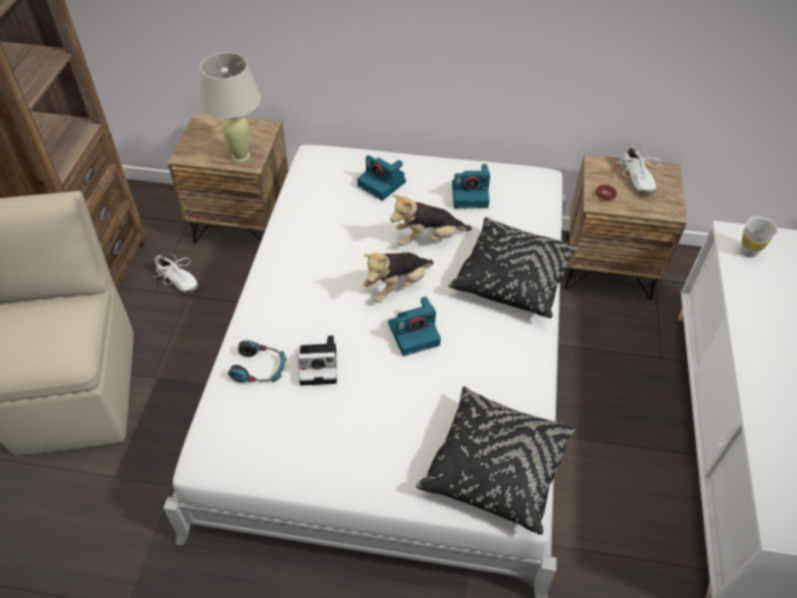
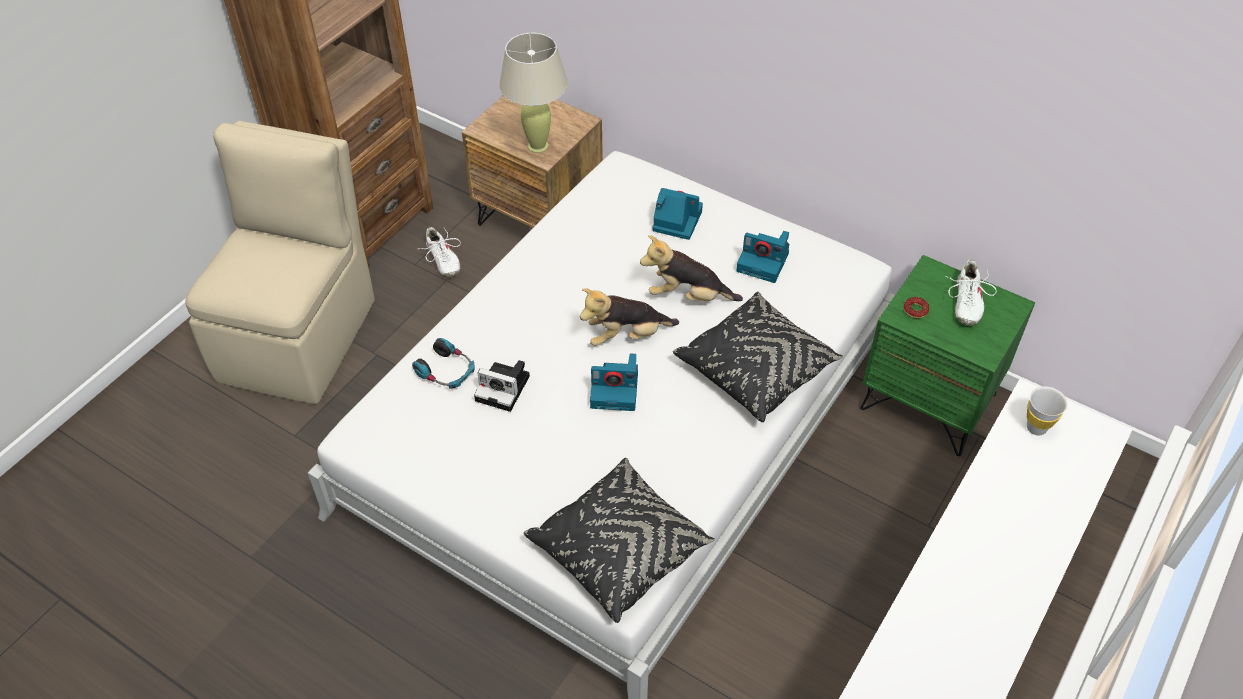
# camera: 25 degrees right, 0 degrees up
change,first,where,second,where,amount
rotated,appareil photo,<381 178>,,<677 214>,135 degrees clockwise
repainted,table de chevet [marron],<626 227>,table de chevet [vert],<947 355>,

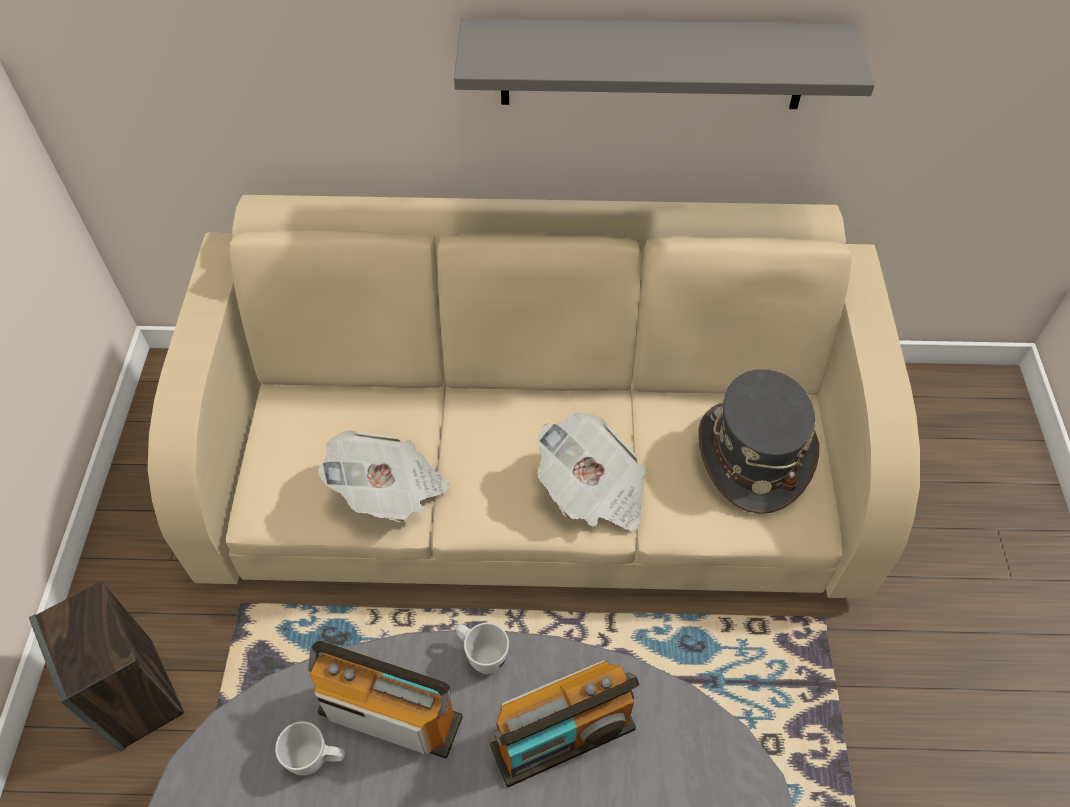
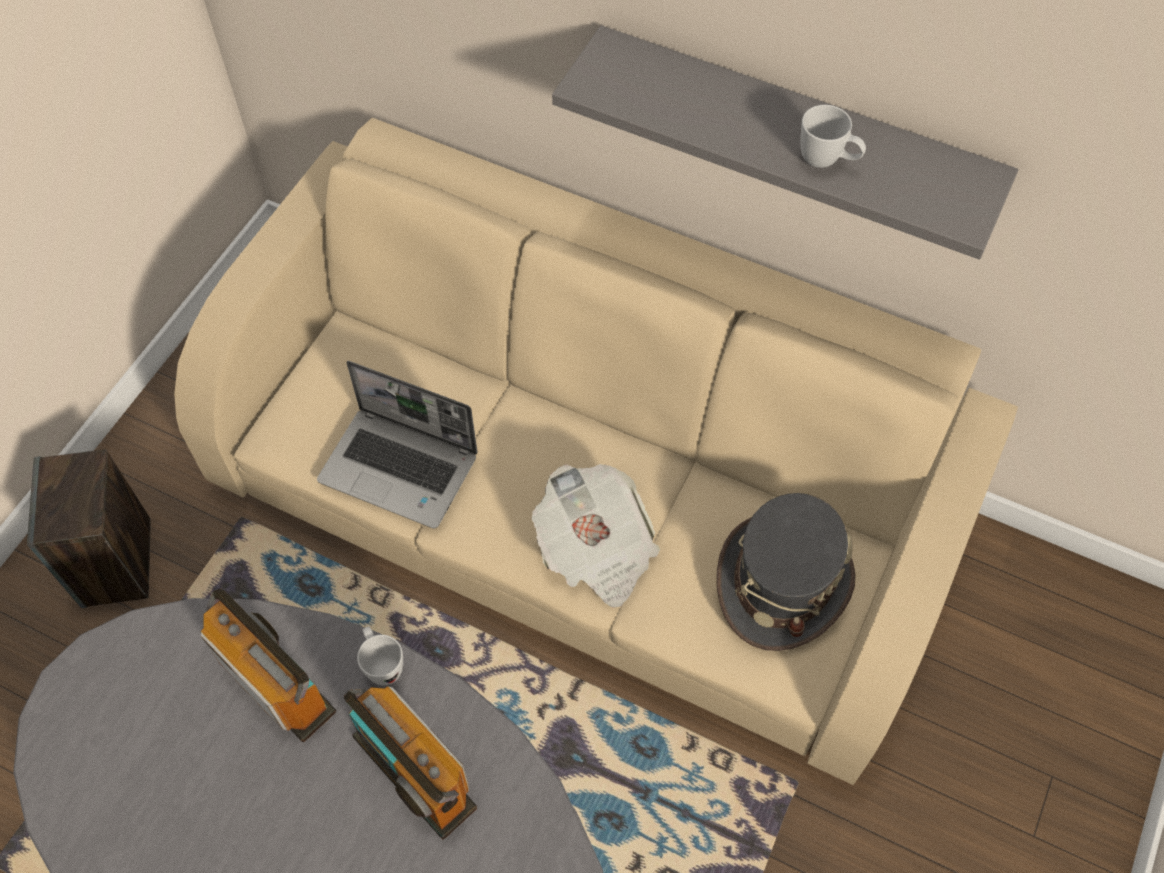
# camera: 25 degrees right, 5 degrees up
change,first,where,second,where,amount
shifted,mug [blanc],<310 748>,,<833 136>,
swapped,journal,<383 476>,ordinateur portable,<397 444>,
rotated,radio,<565 723>,,<410 762>,45 degrees clockwise

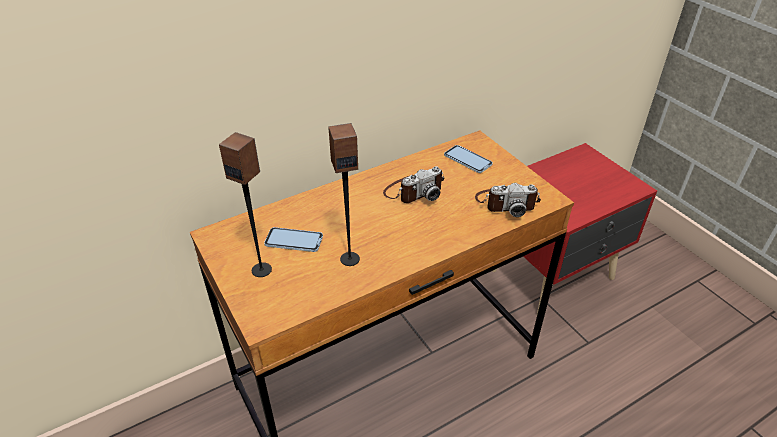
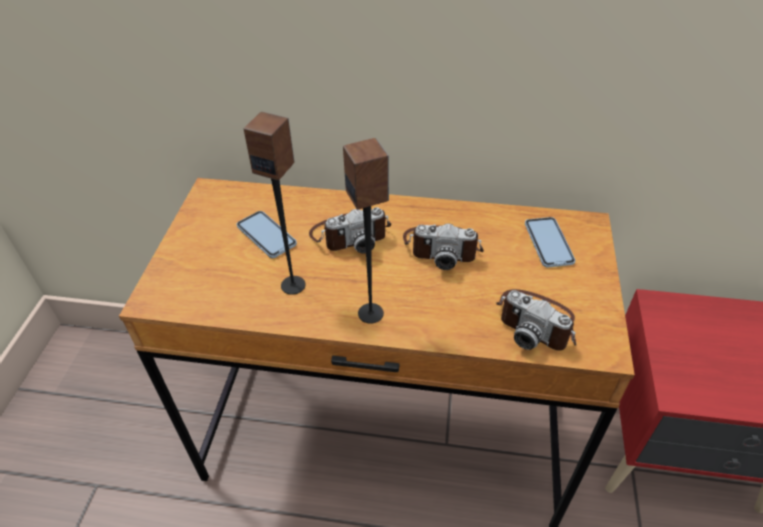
# camera: 40 degrees right, 5 degrees up
change,first,where,second,where,amount
shifted,enceinte,<245 204>,,<366 231>,
new,,,appareil photo,<350 230>,

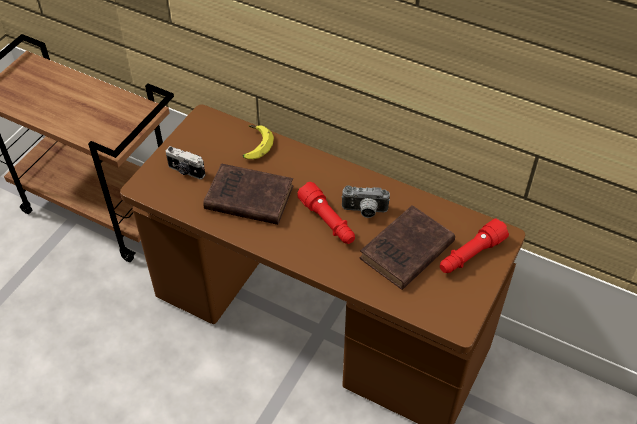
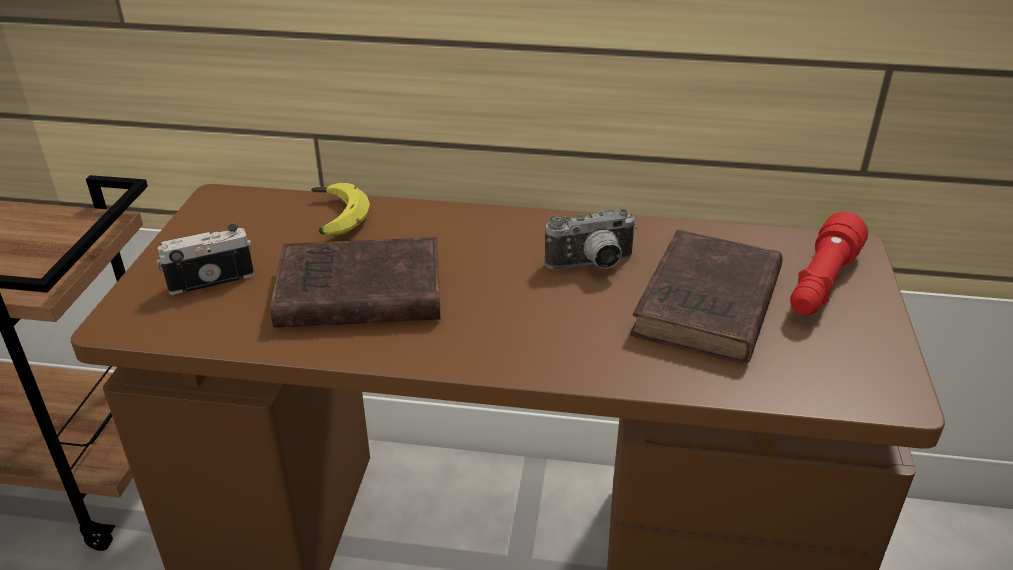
# camera: 20 degrees left, 15 degrees down
change,first,where,second,where,amount
rotated,appareil photo,<185 162>,,<205 259>,150 degrees clockwise
gone,lampe de poche [rouge],<326 213>,,,

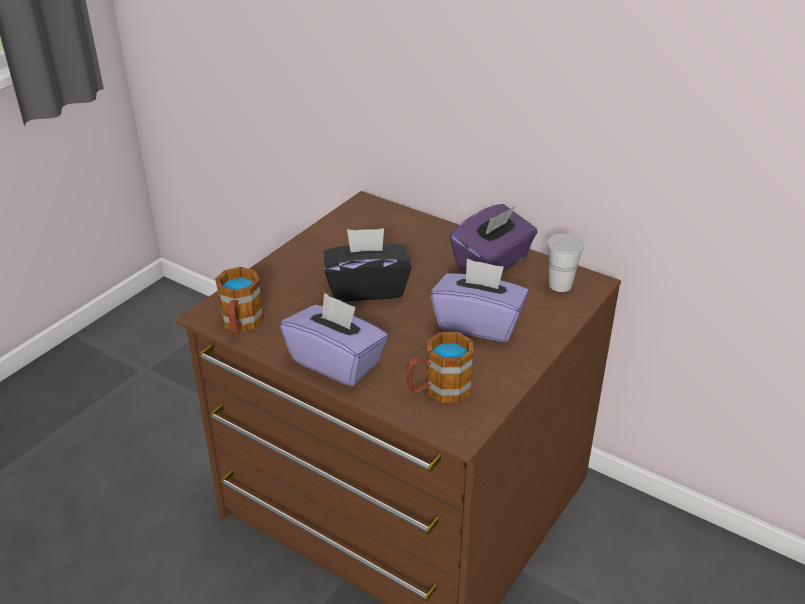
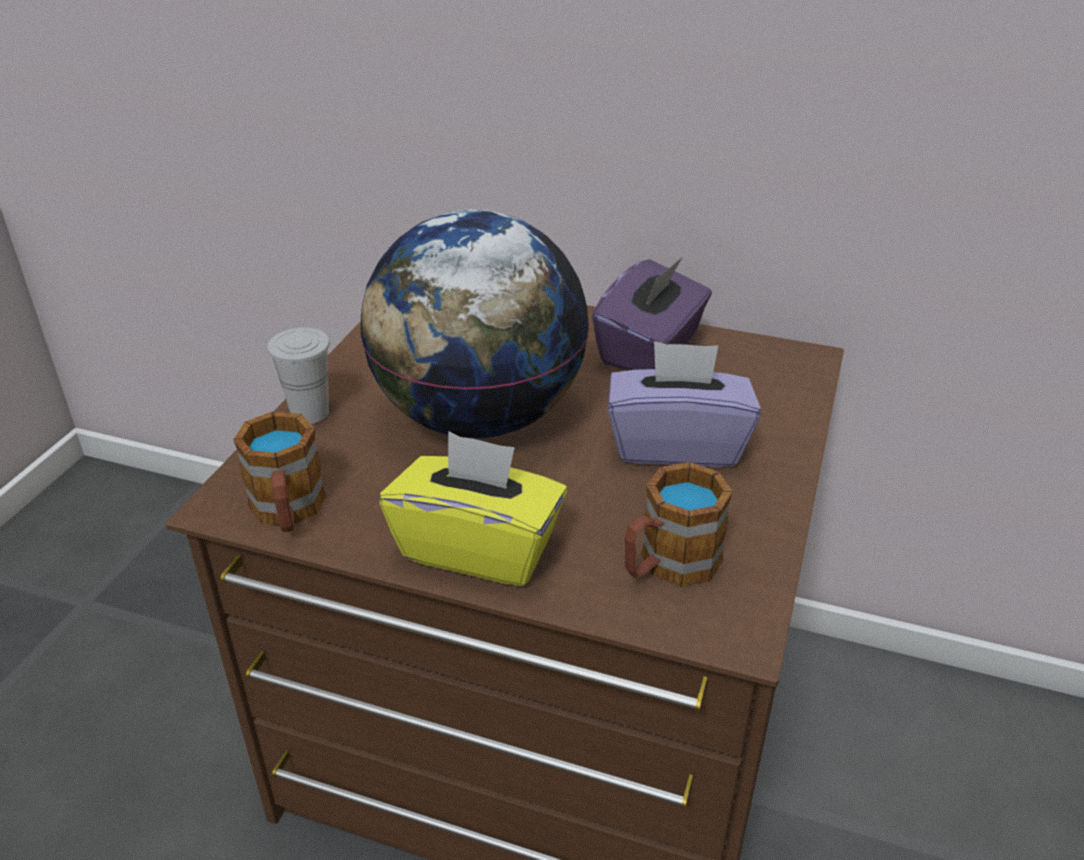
# camera: 15 degrees left, 0 degrees up
change,first,where,second,where,amount
repainted,boîte à mouchoirs [violet],<334 339>,boîte à mouchoirs [jaune],<473 508>,
swapped,boîte à mouchoirs [noir],<368 265>,globe,<475 323>,
shifted,tasse [blanc],<565 262>,,<298 376>,

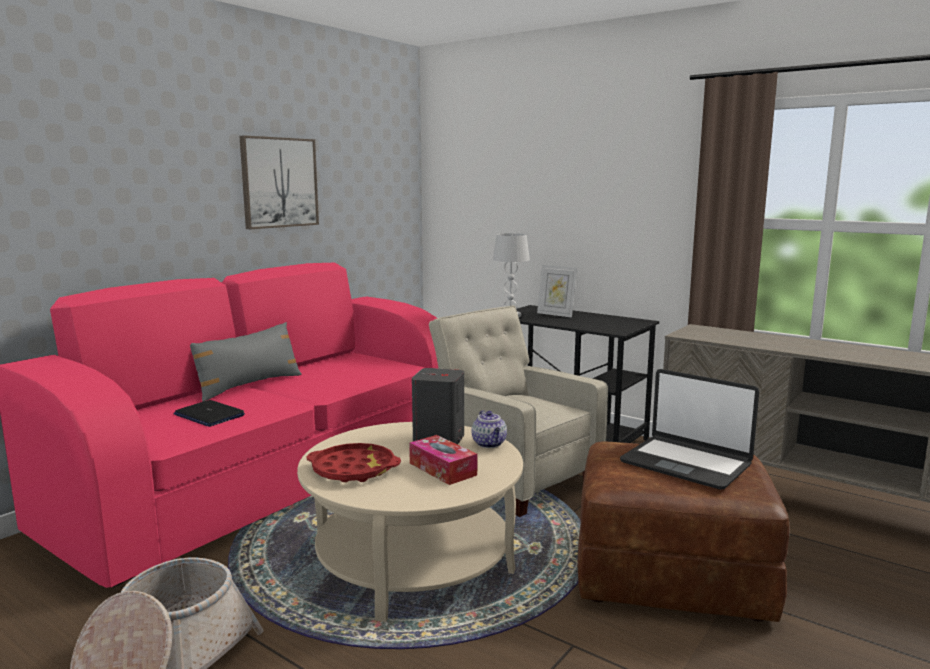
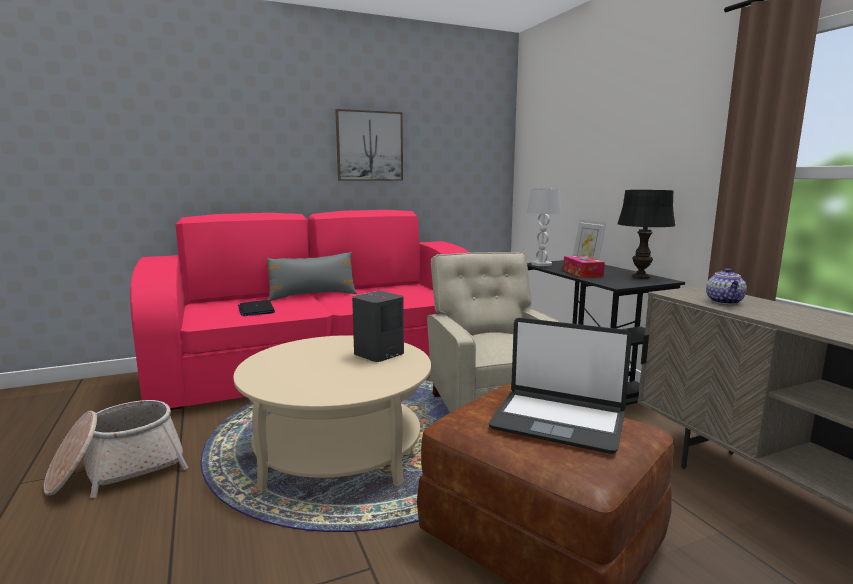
# camera: 30 degrees right, 0 degrees up
change,first,where,second,where,amount
gone,plateau [rouge],<353 462>,,,
shifted,boîte à mouchoirs,<443 460>,,<584 267>,
shifted,théière,<489 429>,,<726 286>,
rotated,ordinateur portable,<689 429>,,<560 386>,45 degrees counterclockwise
new,,,lampe de table [noir],<646 234>,

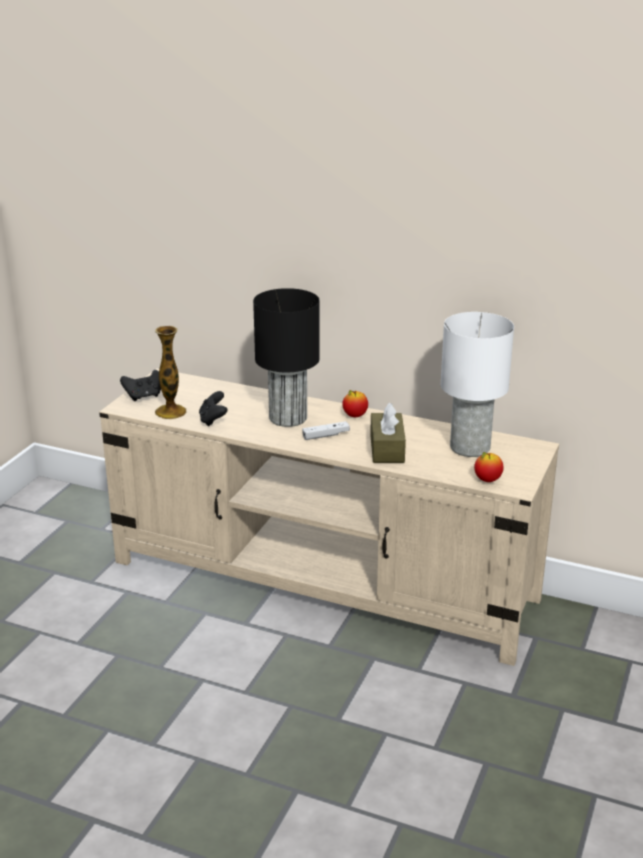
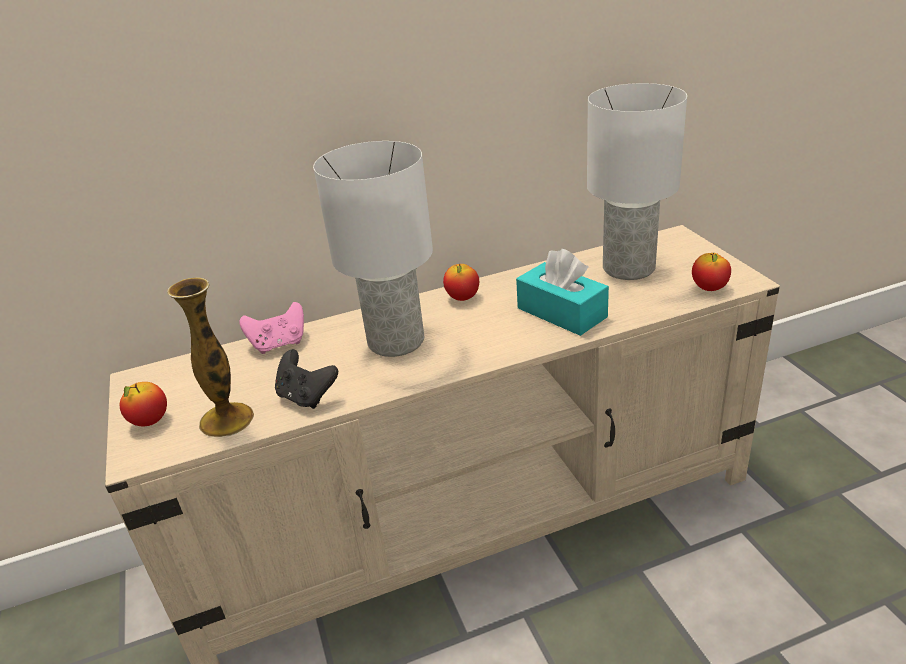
# camera: 40 degrees left, 5 degrees up
change,first,where,second,where,amount
swapped,manette [noir],<140 385>,pomme,<143 404>,
repainted,lampe de table [noir],<286 357>,lampe de table [blanc],<373 249>,
gone,manette [blanc],<326 430>,,,
repainted,boîte à mouchoirs [marron],<388 433>,boîte à mouchoirs [turquoise],<562 292>,
new,,,manette [rose],<271 328>,

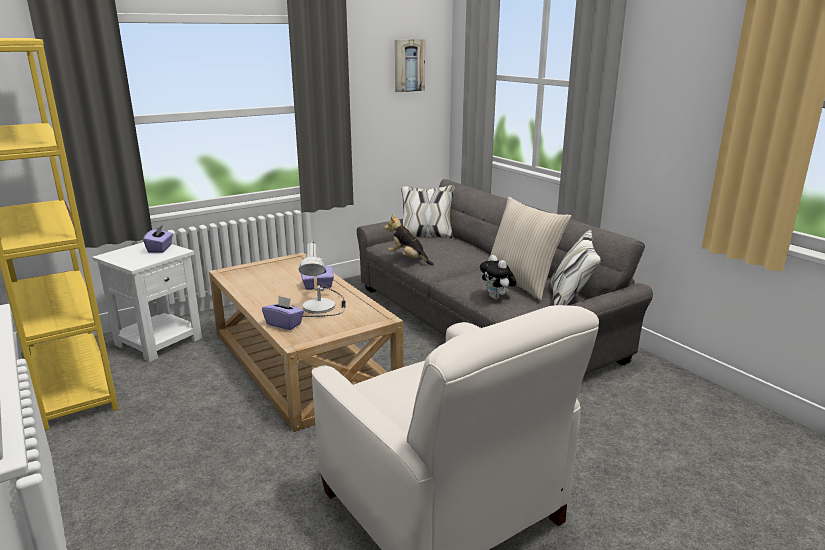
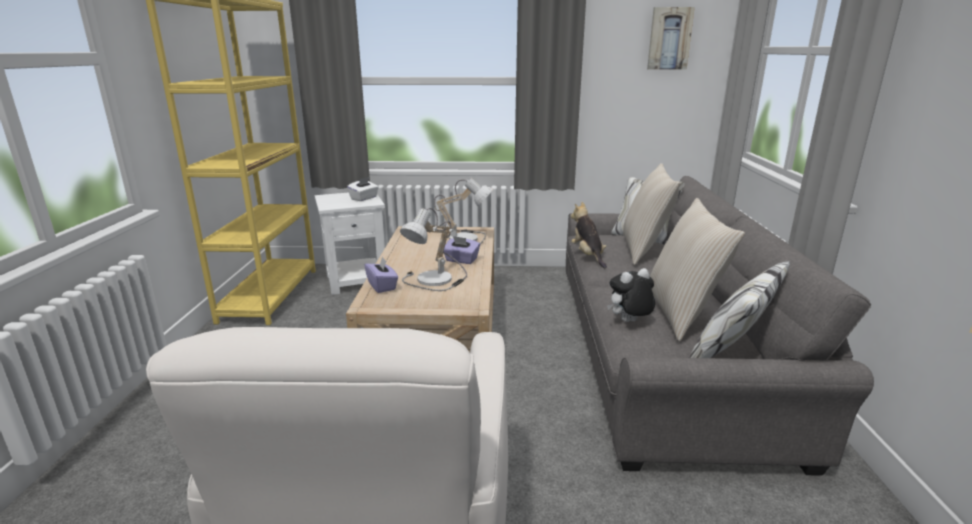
# camera: 35 degrees right, 0 degrees up
change,first,where,second,where,amount
repainted,boîte à mouchoirs [violet],<158 239>,boîte à mouchoirs [blanc],<363 189>,
rotated,peluche,<498 277>,,<631 295>,60 degrees clockwise
new,,,lampe de table,<463 211>,
new,,,coussin [beige],<651 214>,

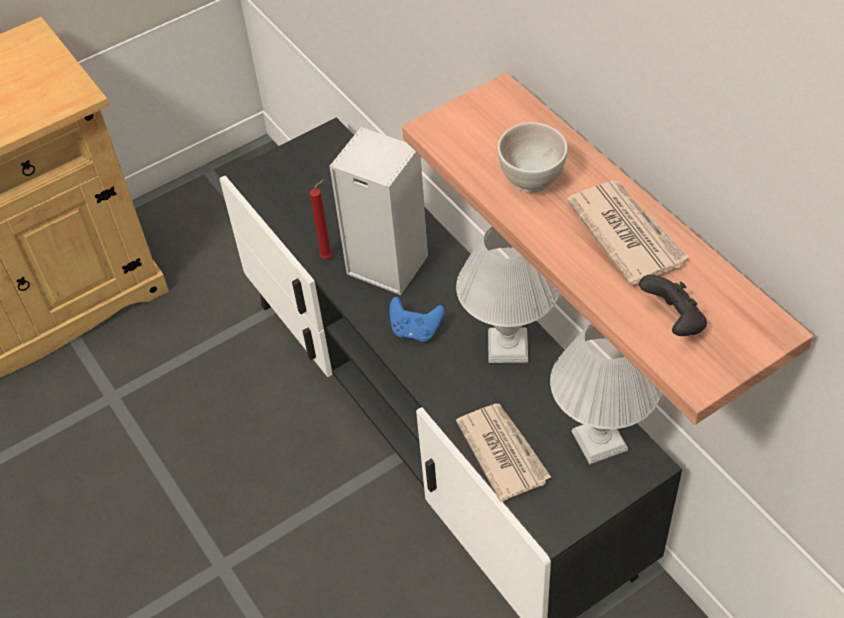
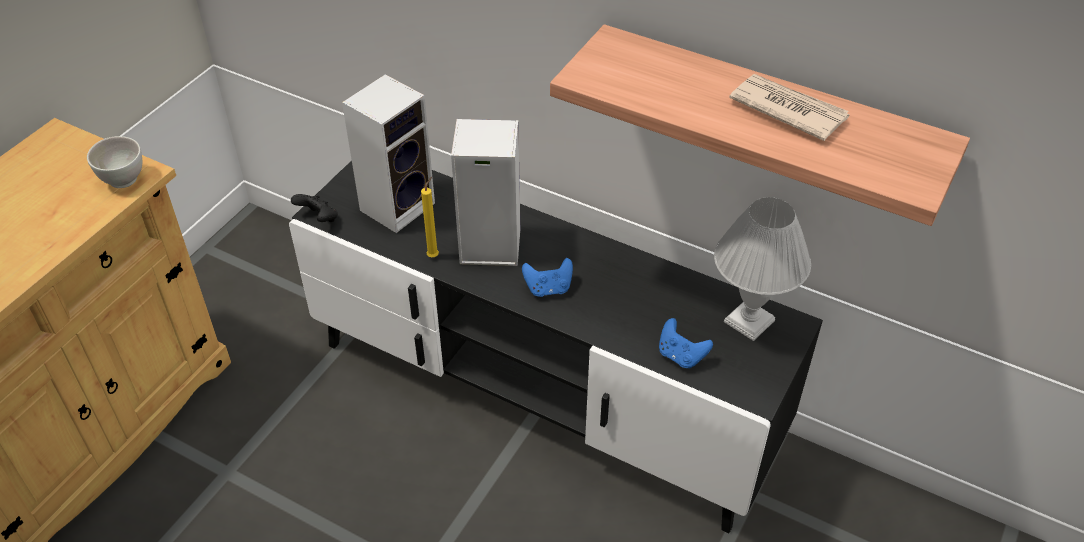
# camera: 30 degrees left, 5 degrees down
change,first,where,second,where,amount
repainted,bougie [rouge],<320 219>,bougie [jaune],<430 217>,
gone,lampe de table [blanc],<508 294>,,,
swapped,journal,<503 453>,manette [bleu],<686 343>,
shifted,bol [blanc],<533 157>,,<115 162>,
shifted,manette [noir],<673 305>,,<314 208>,
new,,,enceinte,<388 153>,

